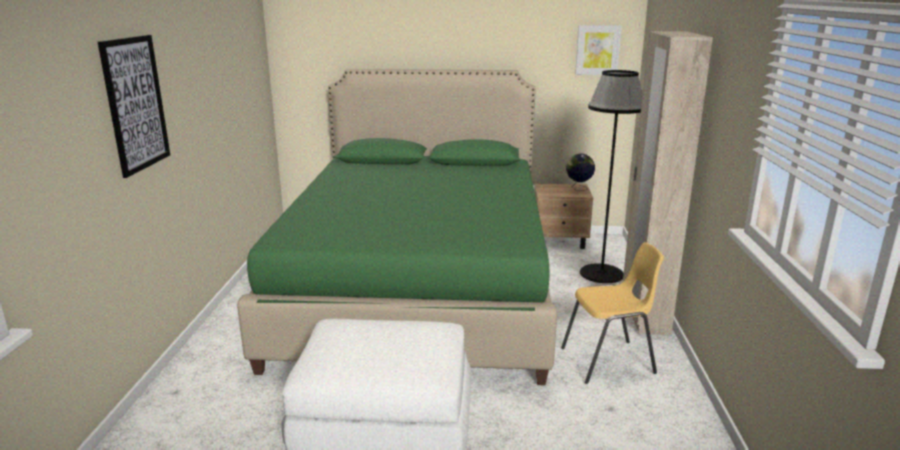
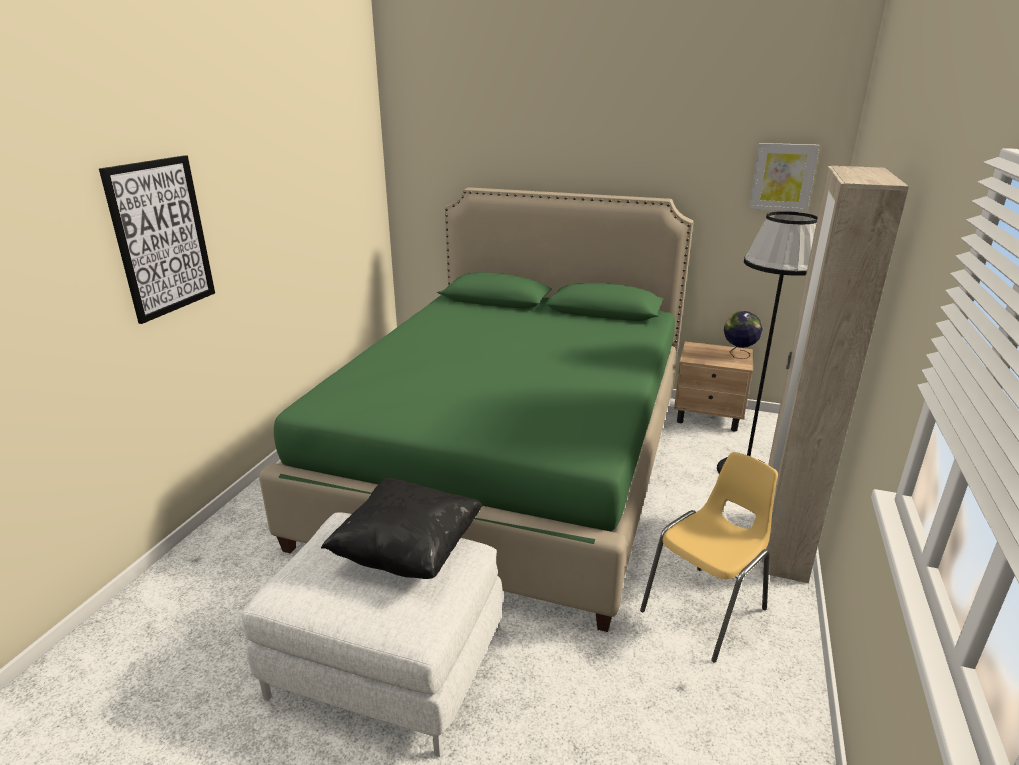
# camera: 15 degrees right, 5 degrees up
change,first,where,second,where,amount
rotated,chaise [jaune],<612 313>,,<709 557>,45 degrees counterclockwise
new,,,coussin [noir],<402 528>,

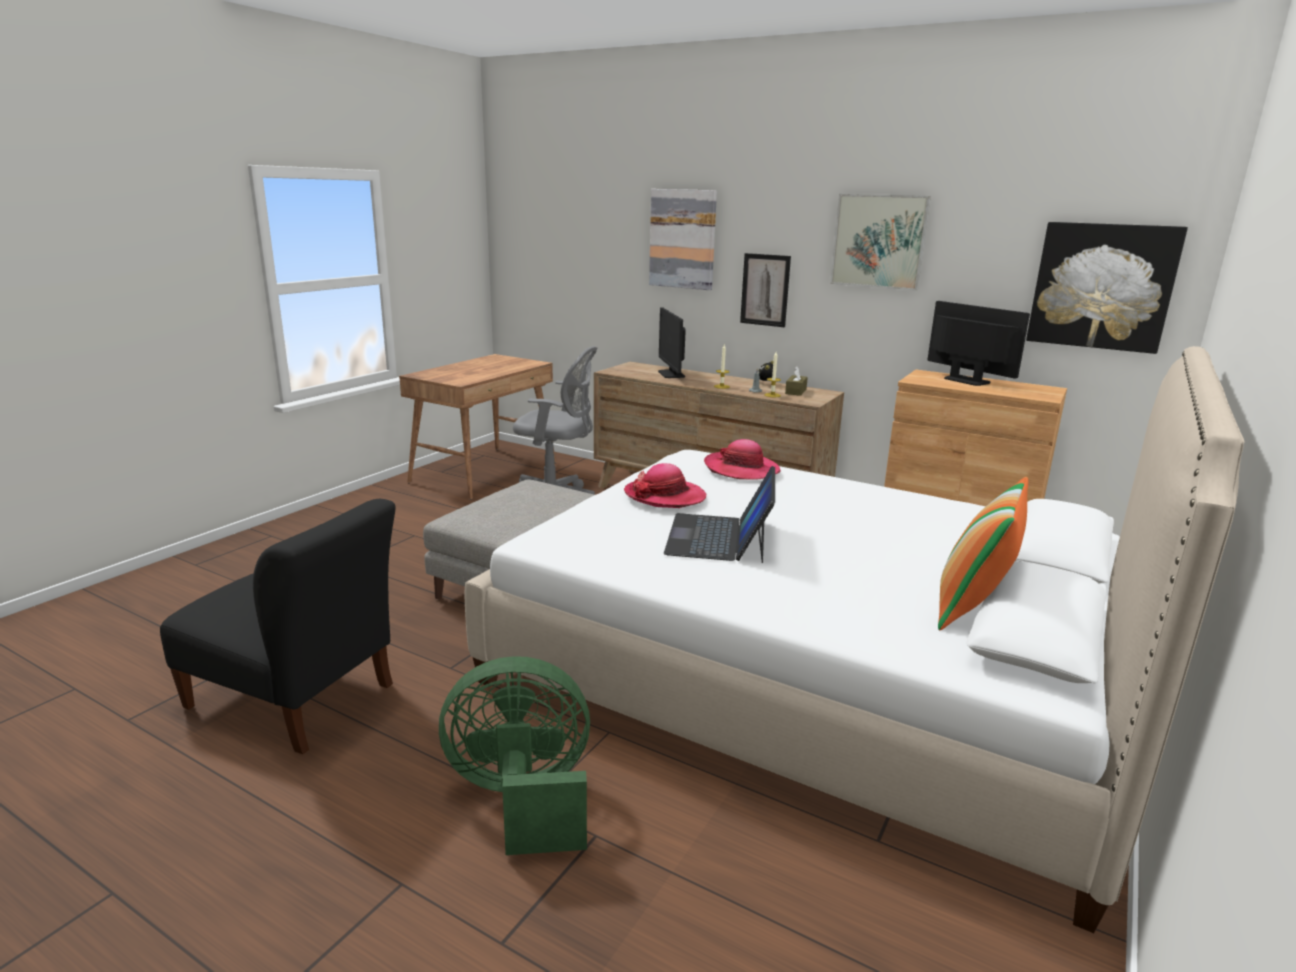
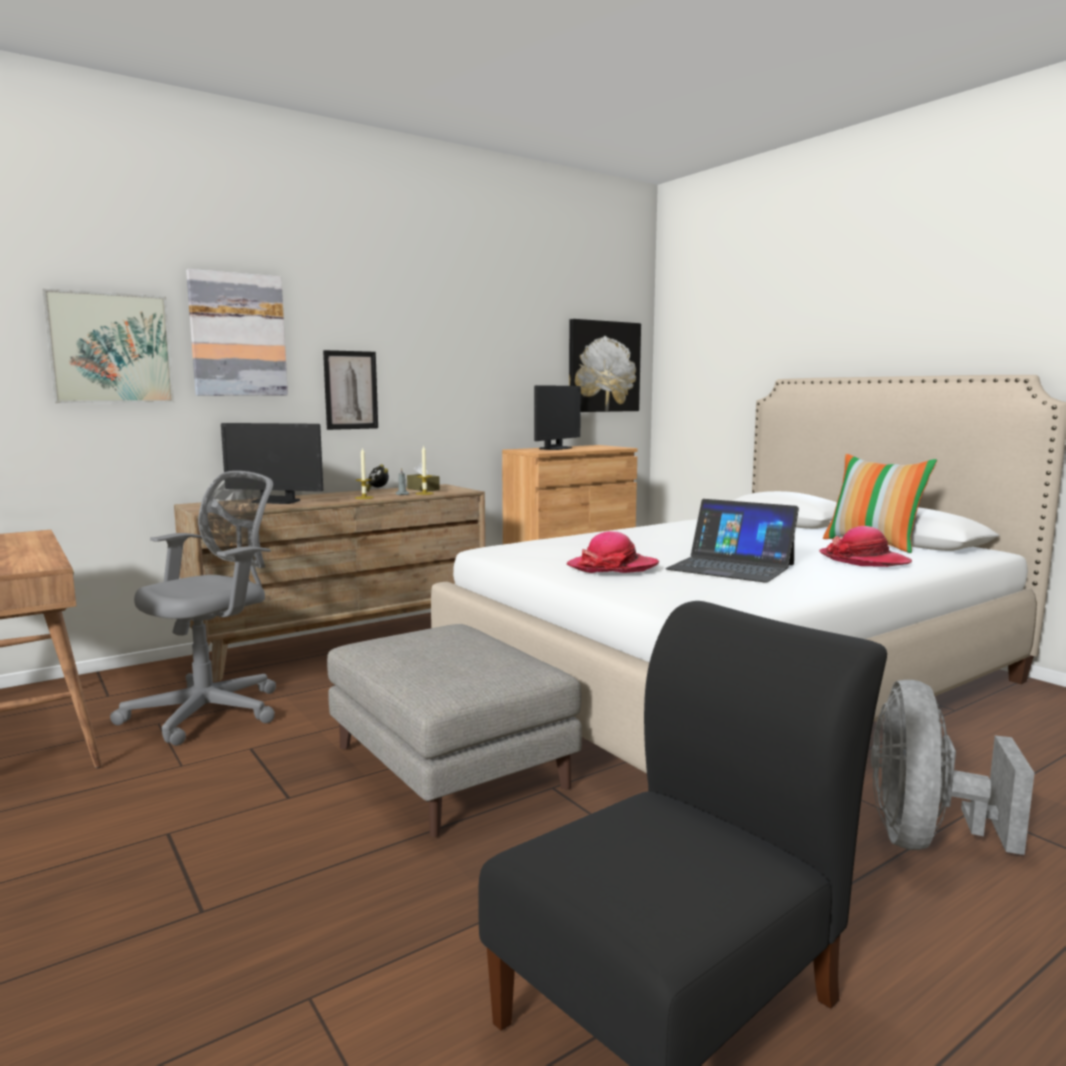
# camera: 65 degrees left, 10 degrees down
change,first,where,second,where,amount
repainted,ventilateur [vert],<514 755>,ventilateur [gris],<953 767>,
shifted,chapeau,<742 459>,,<865 546>,
shifted,tableau,<880 242>,,<108 346>,
rotated,écran d'ordinateur,<978 343>,,<557 417>,135 degrees clockwise

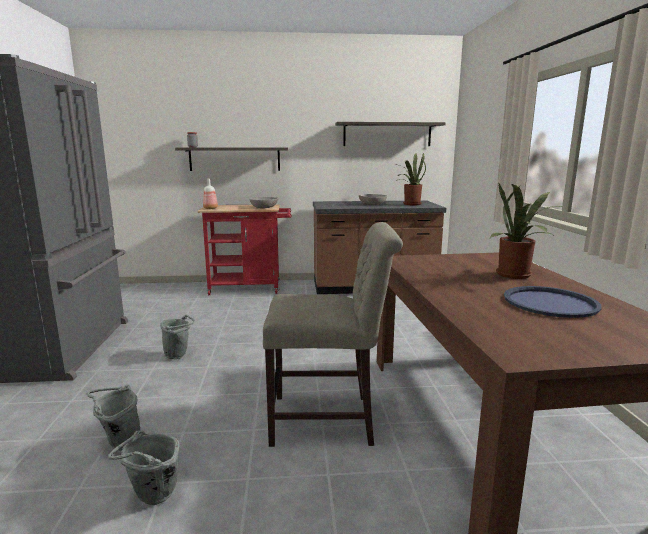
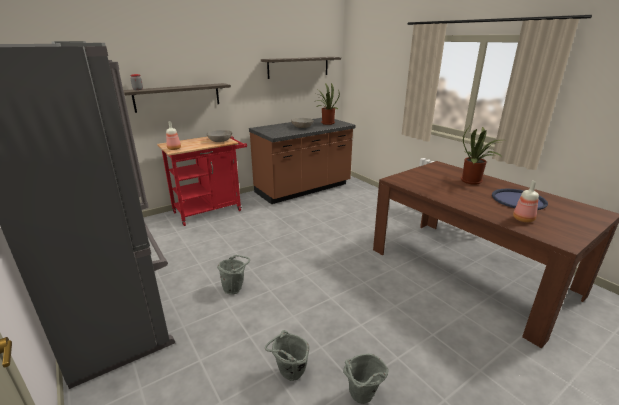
# camera: 30 degrees left, 10 degrees up
change,first,where,second,where,amount
gone,chaise [beige],<333 334>,,,
new,,,bouteille,<526 201>,

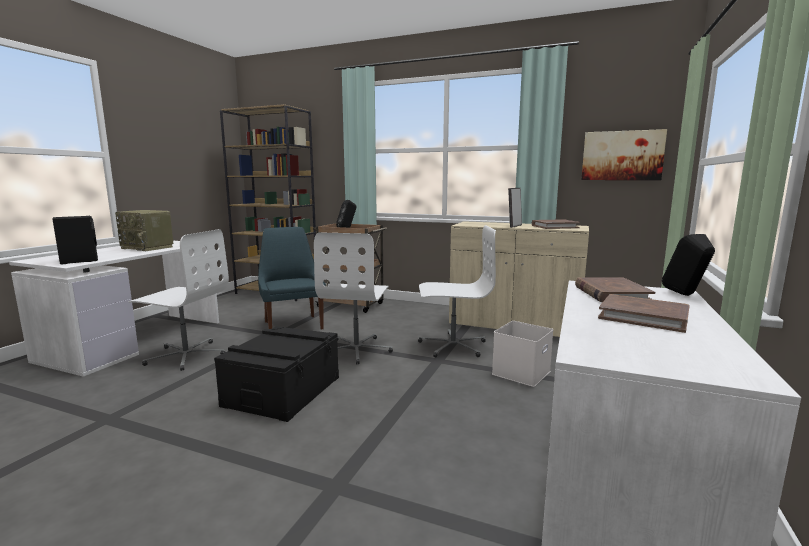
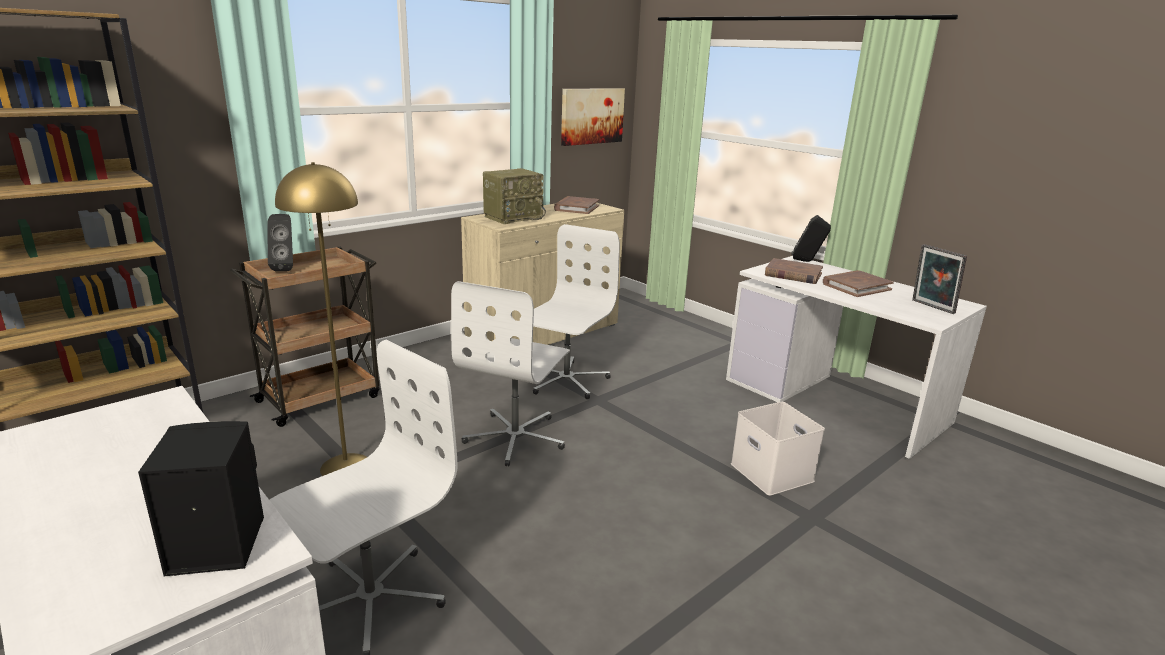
# camera: 65 degrees left, 10 degrees up
change,first,where,second,where,amount
shifted,radio,<144 230>,,<514 196>,
gone,boîte de rangement [noir],<276 374>,,,
swapped,chaise [bleu],<292 278>,lampadaire [jaune],<321 319>,
rotated,chaise de bureau [blanc],<353 298>,,<510 373>,75 degrees clockwise
shifted,boîte de rangement [blanc],<523 354>,,<778 449>,
shifted,cadre photo,<515 208>,,<939 279>,

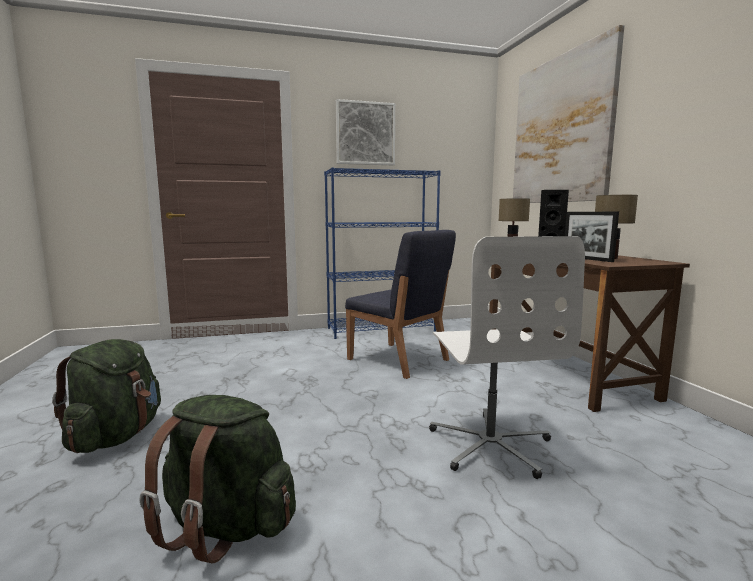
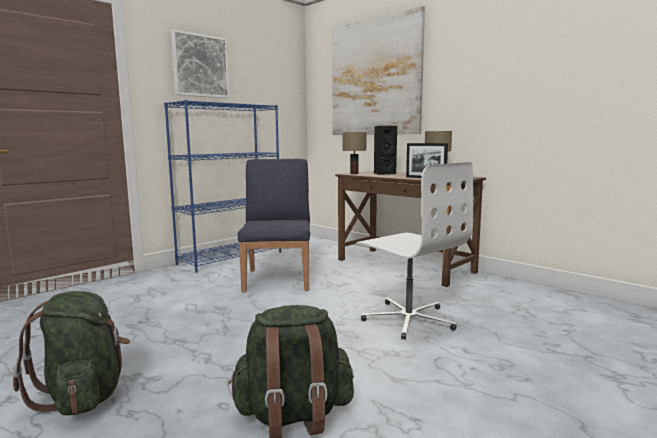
# camera: 30 degrees left, 0 degrees up
change,first,where,second,where,amount
rotated,chaise [bleu],<400 304>,,<274 226>,105 degrees counterclockwise

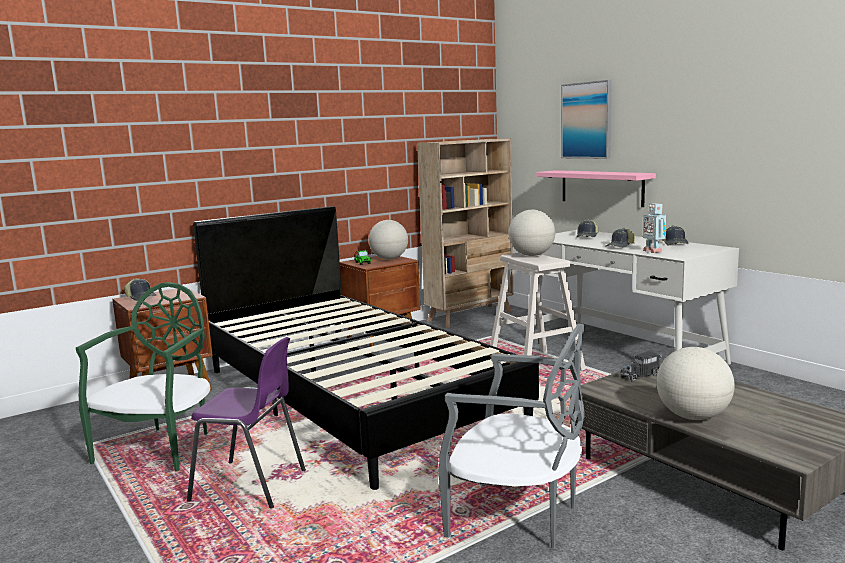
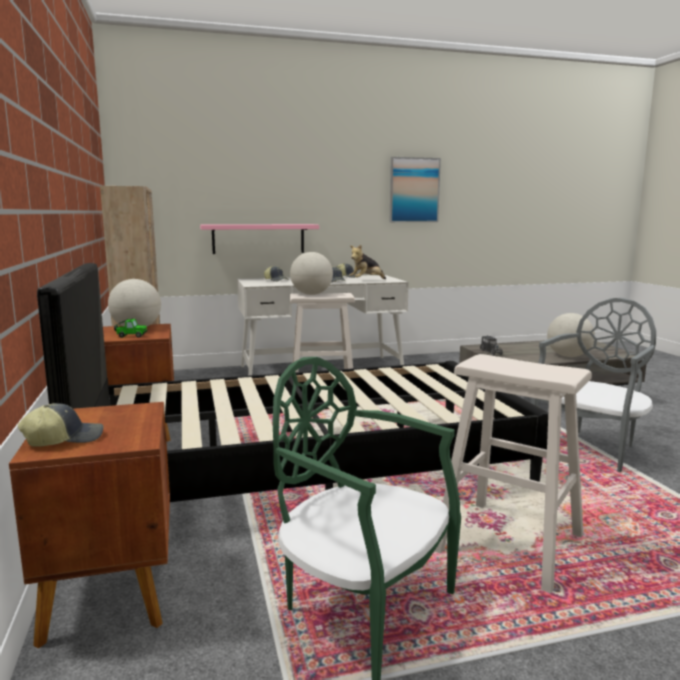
# camera: 70 degrees left, 0 degrees up
change,first,where,second,where,amount
swapped,chaise [violet],<246 423>,tabouret [beige],<513 473>,
shifted,tableau,<586 119>,,<415 189>,
swapped,robot jouet,<654 228>,peluche,<367 262>,

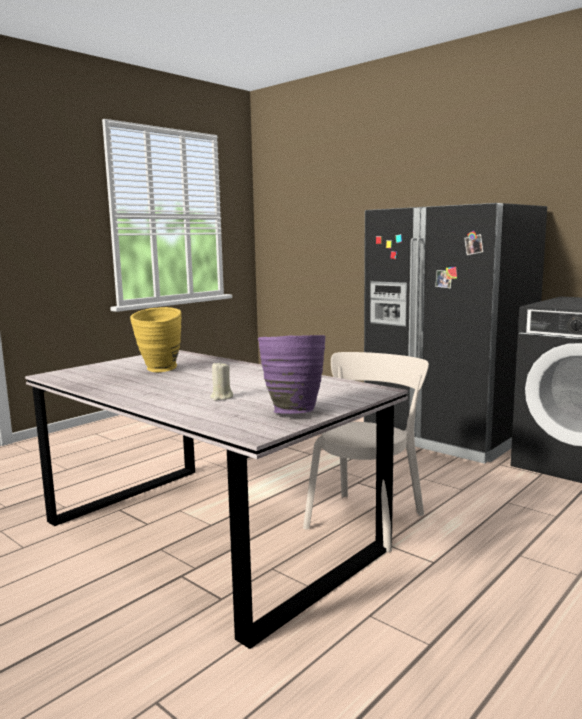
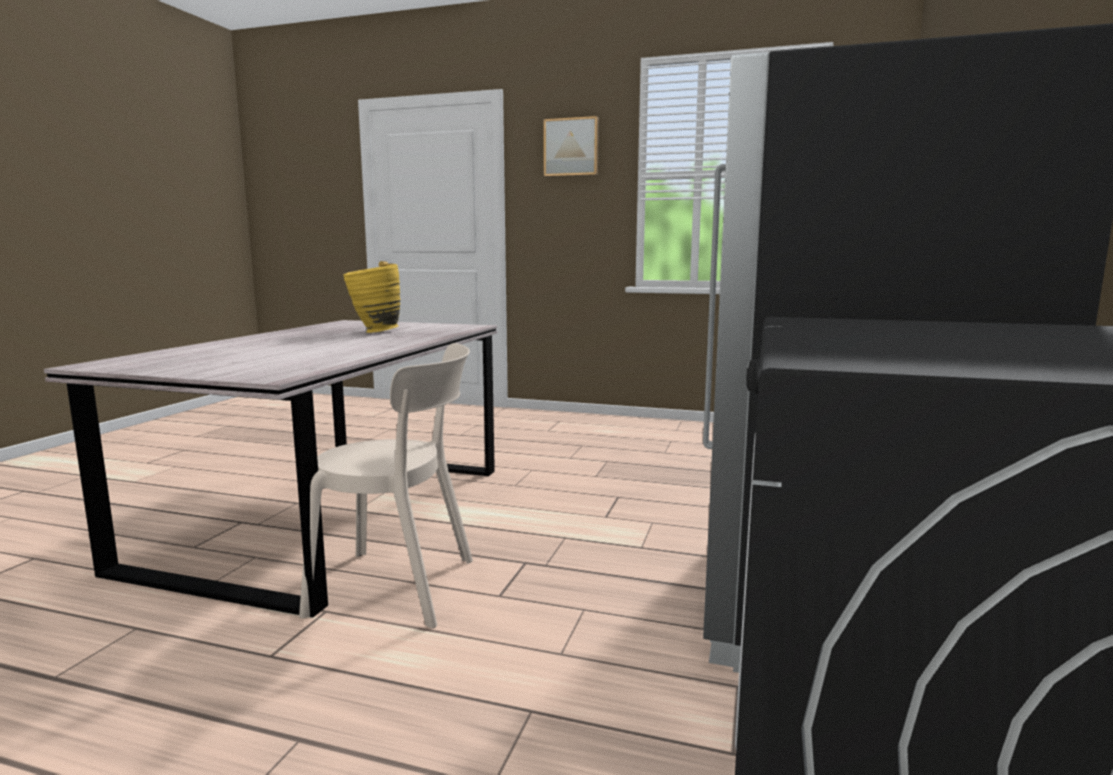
# camera: 65 degrees right, 0 degrees up
change,first,where,second,where,amount
gone,bougie [beige],<221 381>,,,
gone,vase [violet],<292 374>,,,
new,,,tableau,<571 146>,

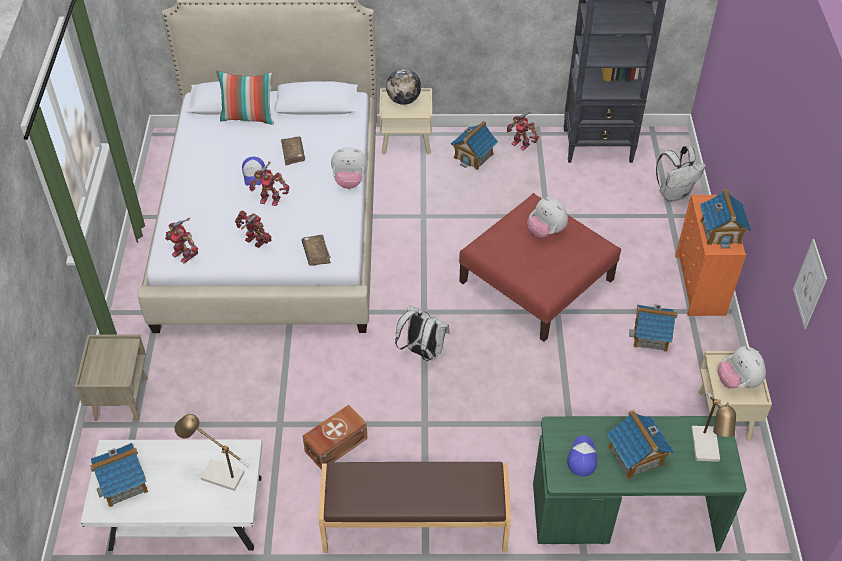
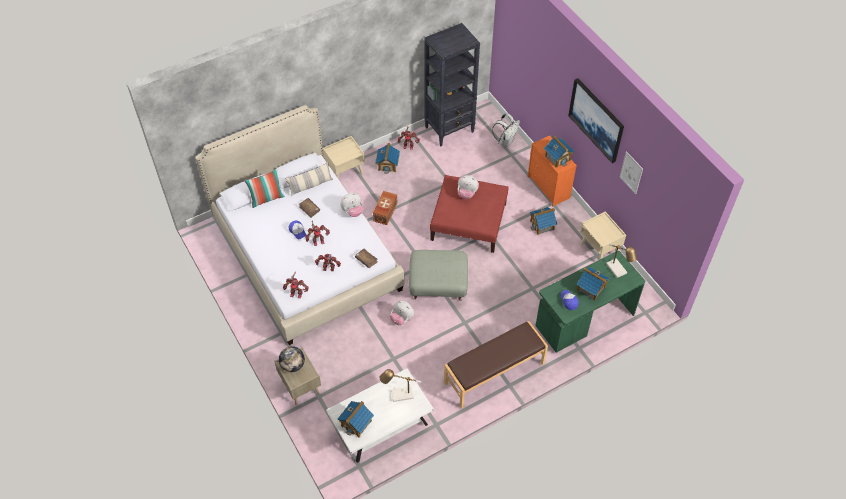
# camera: 30 degrees left, 5 degrees up
change,first,where,second,where,amount
shifted,boîte de rangement [marron],<335 437>,,<385 208>,
shifted,globe,<403 87>,,<292 359>,
swapped,sac à dos [blanc],<422 333>,pouf [gris],<438 275>,
shifted,peluche,<742 367>,,<402 312>,
new,,,coussin,<309 179>,
new,,,tableau,<596 120>,

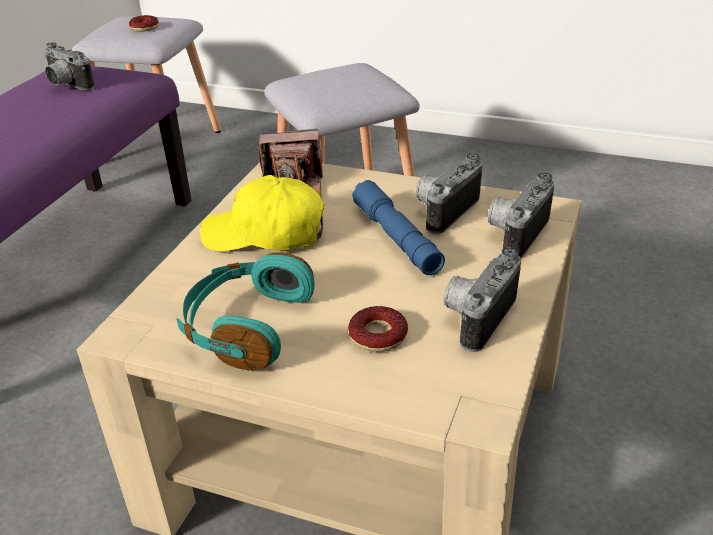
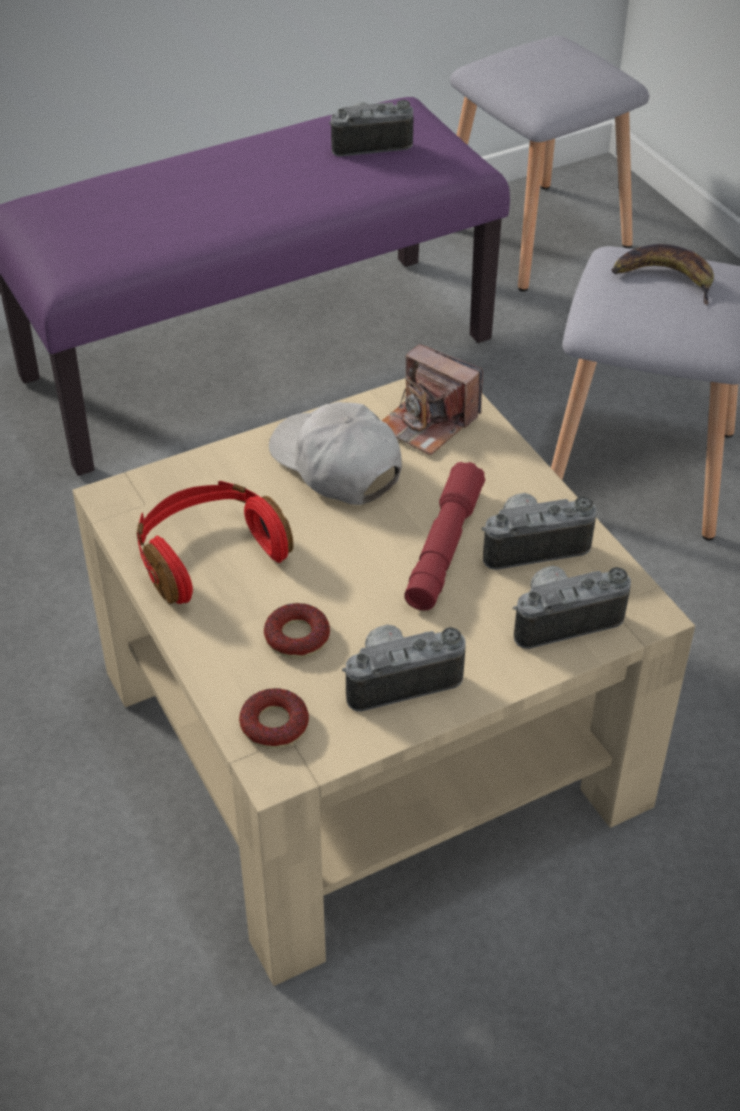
# camera: 40 degrees right, 10 degrees up
change,first,where,second,where,amount
rotated,appareil photo,<70 66>,,<371 128>,90 degrees clockwise
shifted,beignet,<144 23>,,<274 718>,
repainted,casque audio [turquoise],<245 311>,casque audio [rouge],<214 542>,
repainted,casquette [jaune],<262 213>,casquette [blanc],<335 453>,
repainted,lampe de poche [bleu],<398 227>,lampe de poche [rouge],<444 536>,
new,,,banane,<663 274>,

